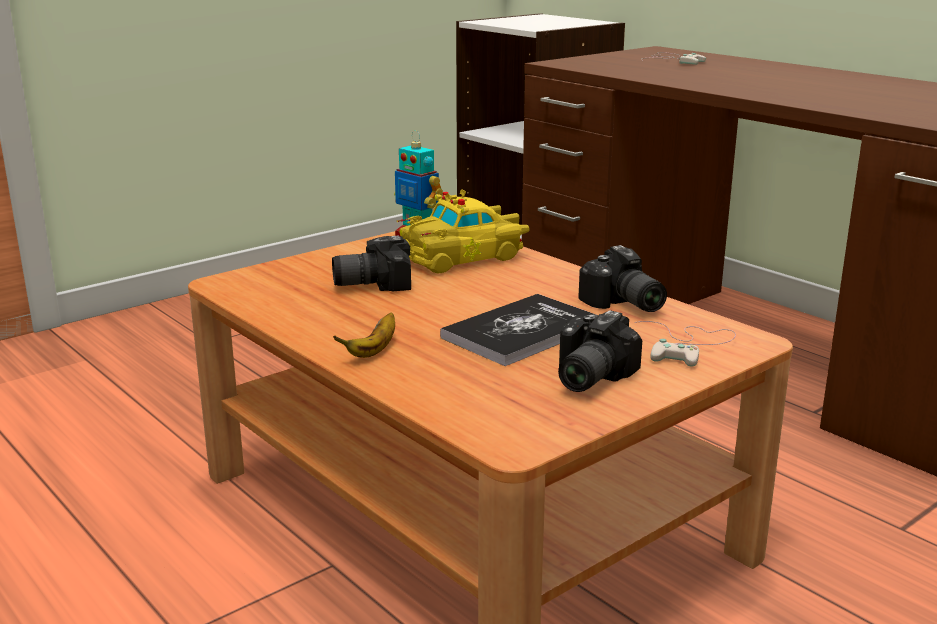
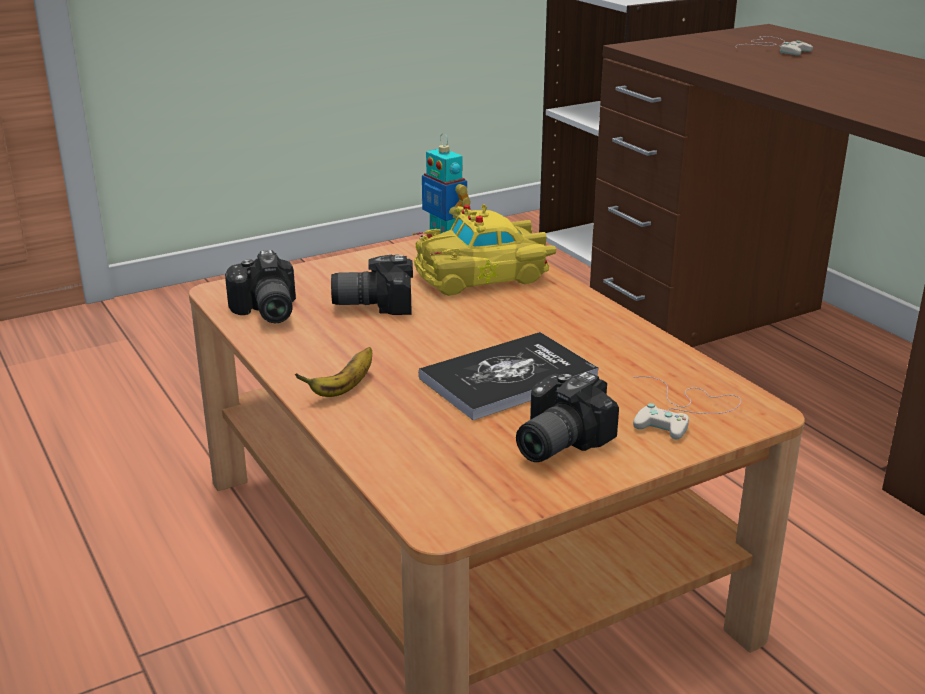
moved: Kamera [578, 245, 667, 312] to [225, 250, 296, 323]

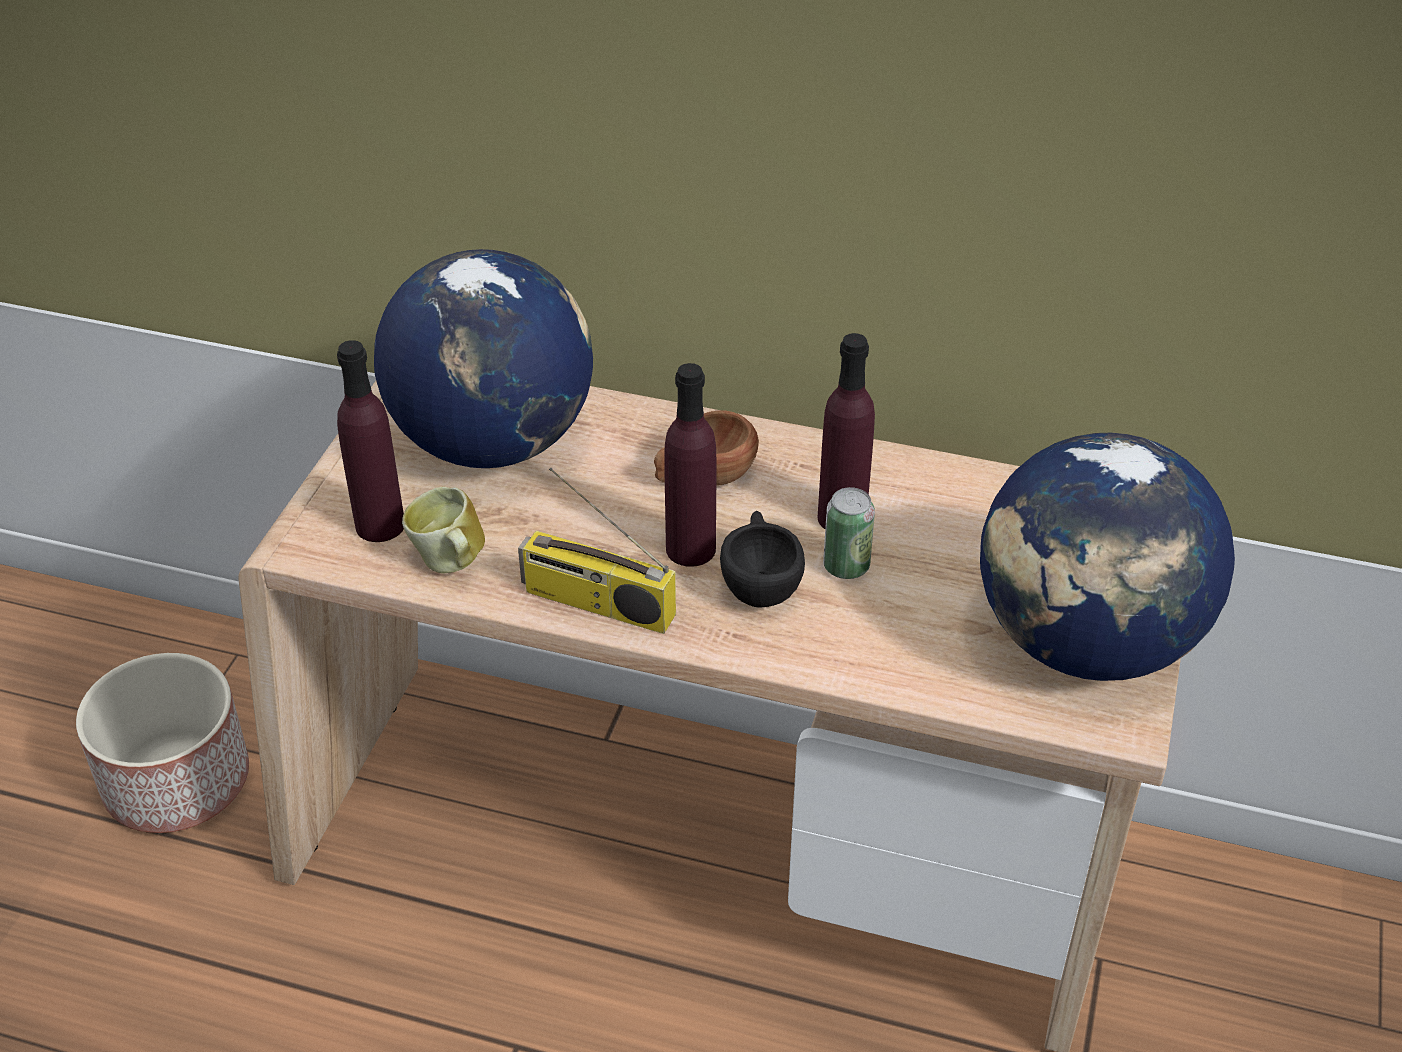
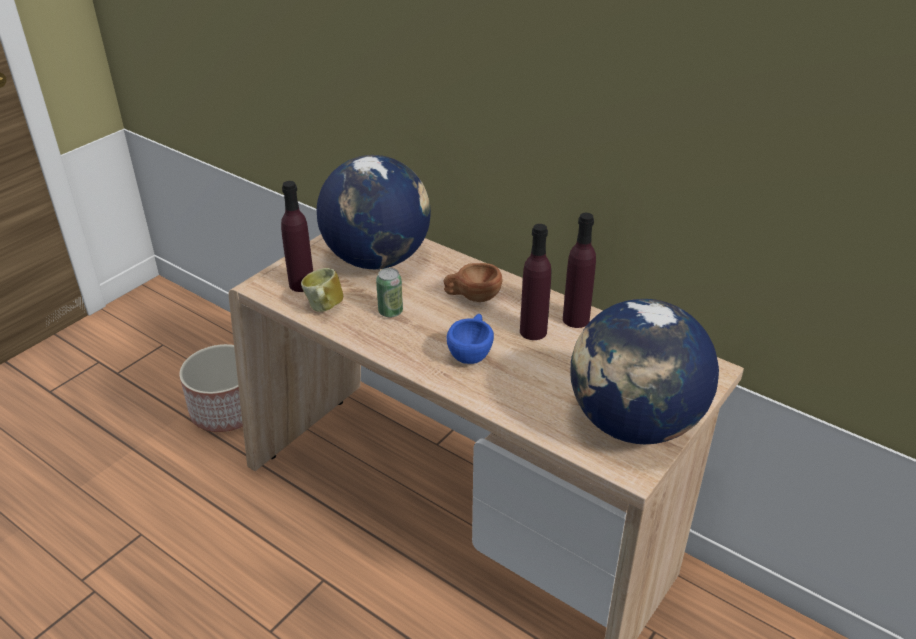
removed: Radio [518, 468, 676, 634]
moved: Flasche (lila) [664, 363, 716, 567] to [563, 213, 596, 328]; Dose [823, 487, 875, 579] to [376, 268, 403, 318]
recoloured: Tasse (schwarz) [720, 511, 805, 608] to Tasse (blau) [447, 314, 494, 364]

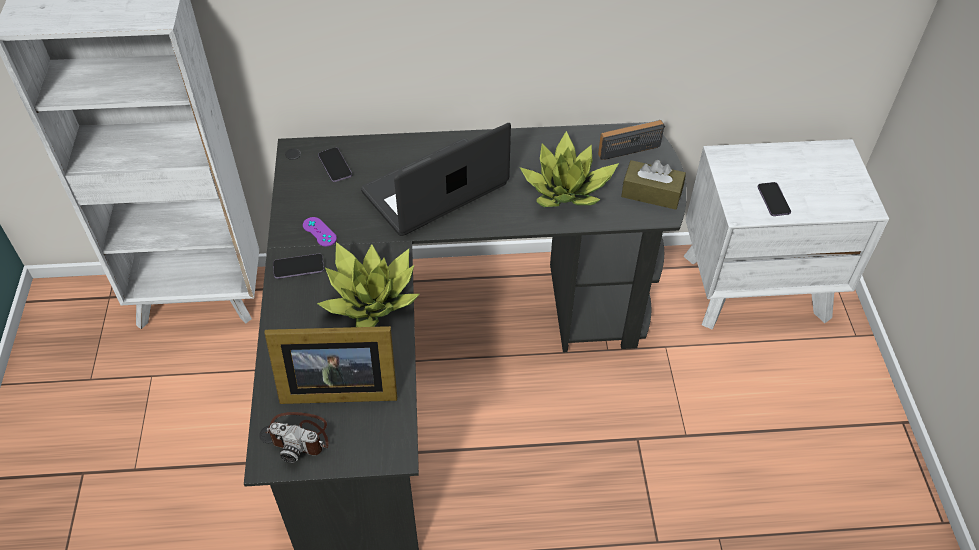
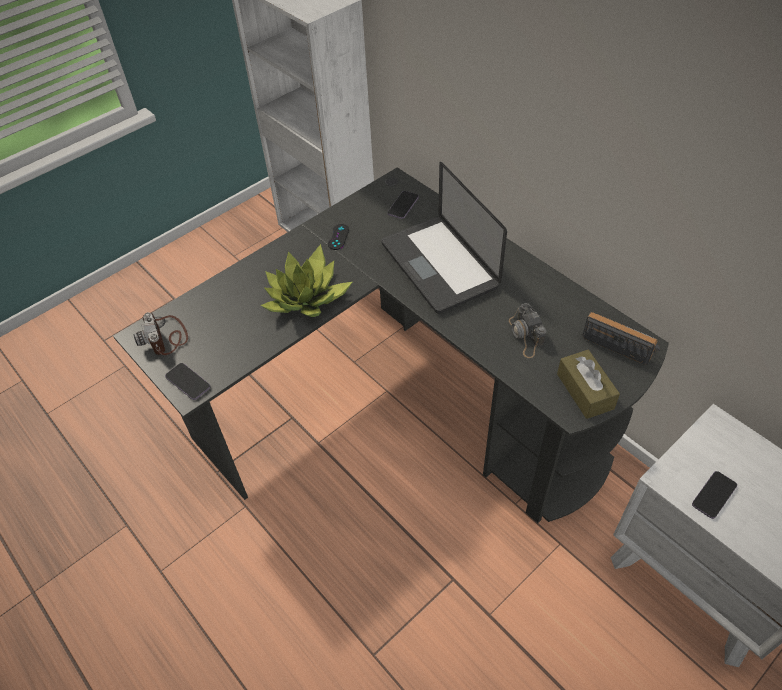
removed: Bilderrahmen [264, 326, 397, 404]
moved: Handy [273, 254, 324, 279] to [165, 363, 210, 400]
replaced: Topfpflanze [520, 131, 619, 207] to Kamera [509, 303, 546, 358]
recoloured: Gamepad (lila) [303, 217, 337, 247] to Gamepad (schwarz) [328, 224, 349, 250]
turned: Laptop [361, 123, 511, 236] = [381, 162, 507, 314] 135 degrees counterclockwise

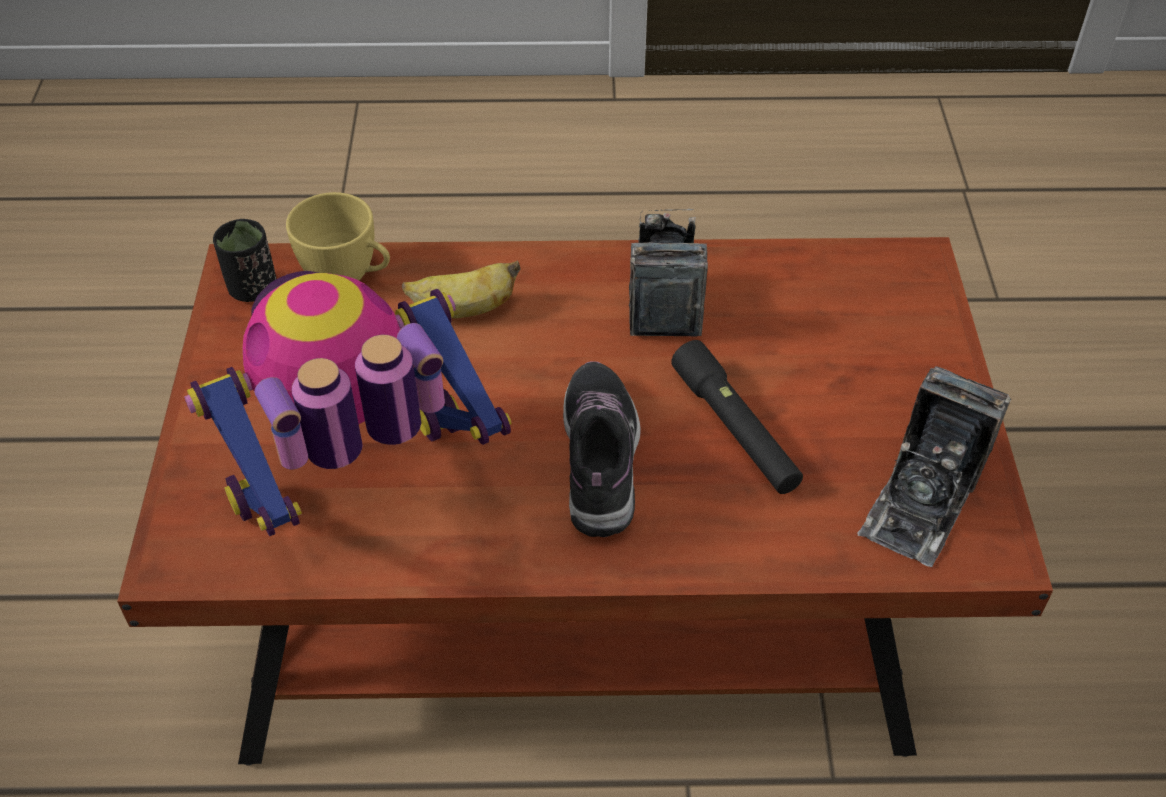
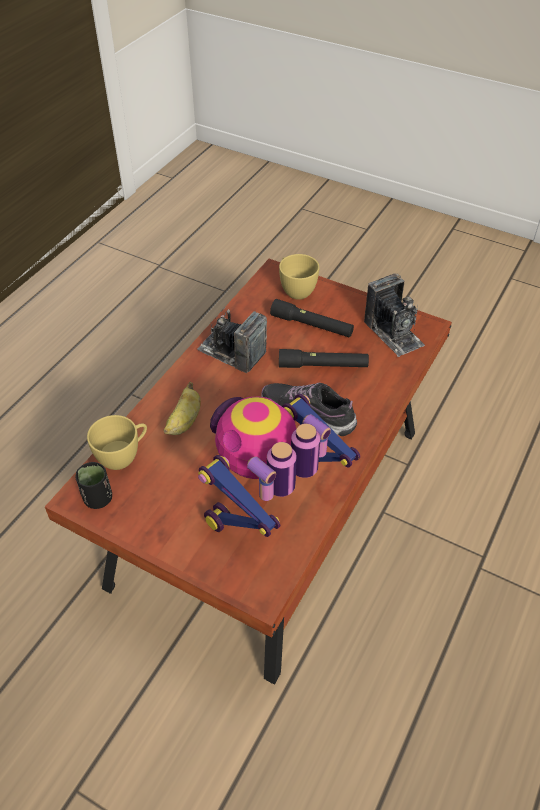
added: Taschenlampe (schwarz) [270, 299, 354, 337]; Tasse (gelb) [279, 254, 319, 300]
turned: Spielzeugroboter [184, 271, 511, 536] = [198, 394, 360, 537] 45 degrees clockwise

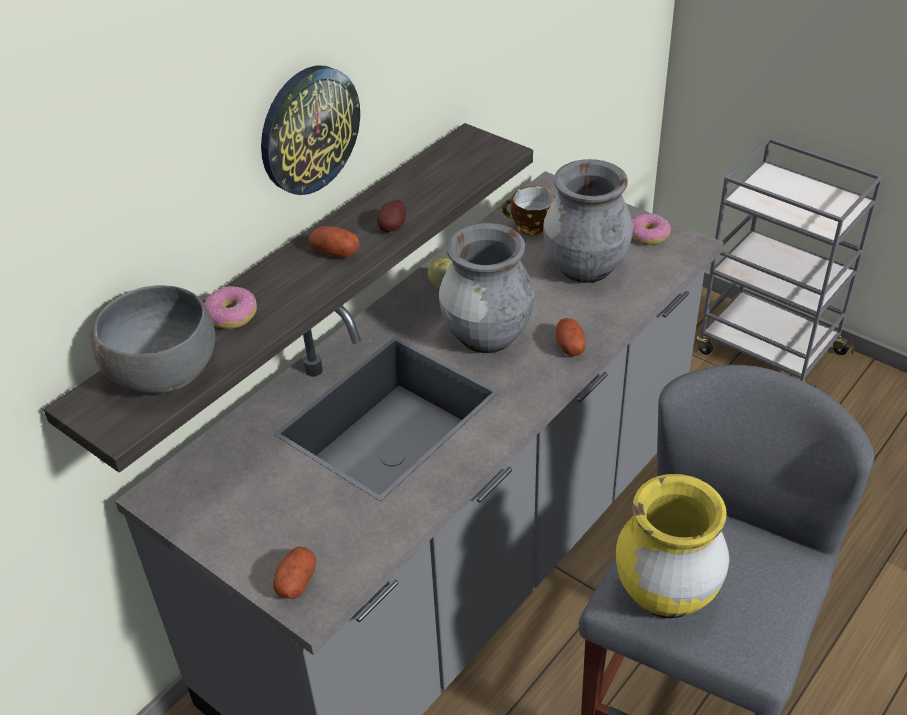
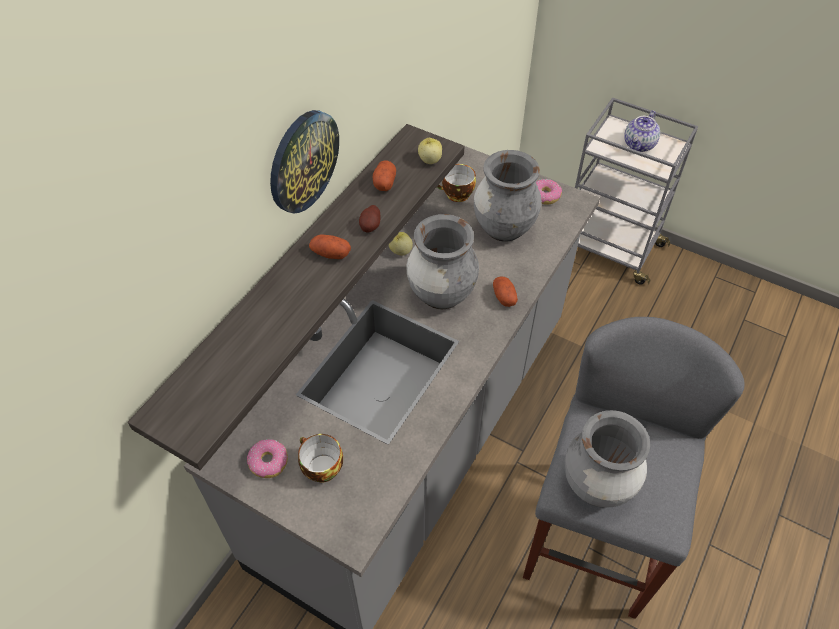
removed: Schüssel (grau) [91, 285, 215, 393]
added: Tasse [298, 434, 343, 482]; Apfel [418, 138, 442, 164]; Teekanne [624, 110, 660, 152]
moved: Donut [204, 286, 257, 329] to [247, 439, 288, 478]; Kartoffel [273, 547, 317, 599] to [373, 160, 396, 191]
recoloured: Vase (gelb) [616, 474, 729, 619] to Vase (grau) [565, 410, 650, 508]

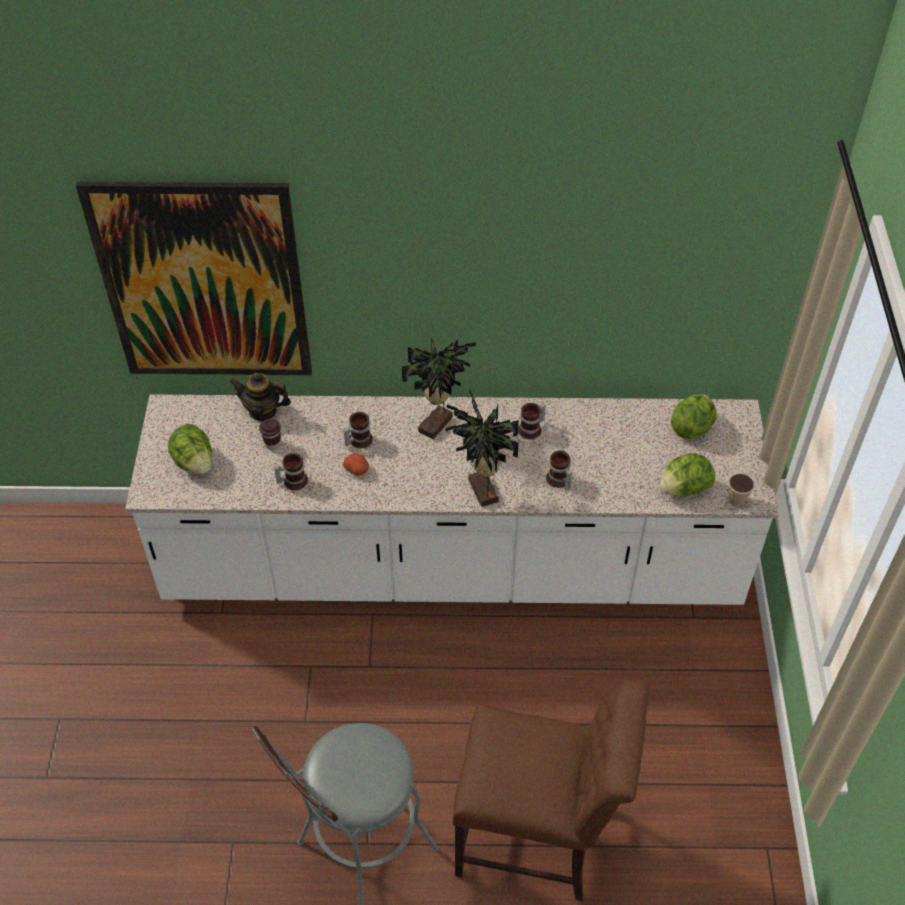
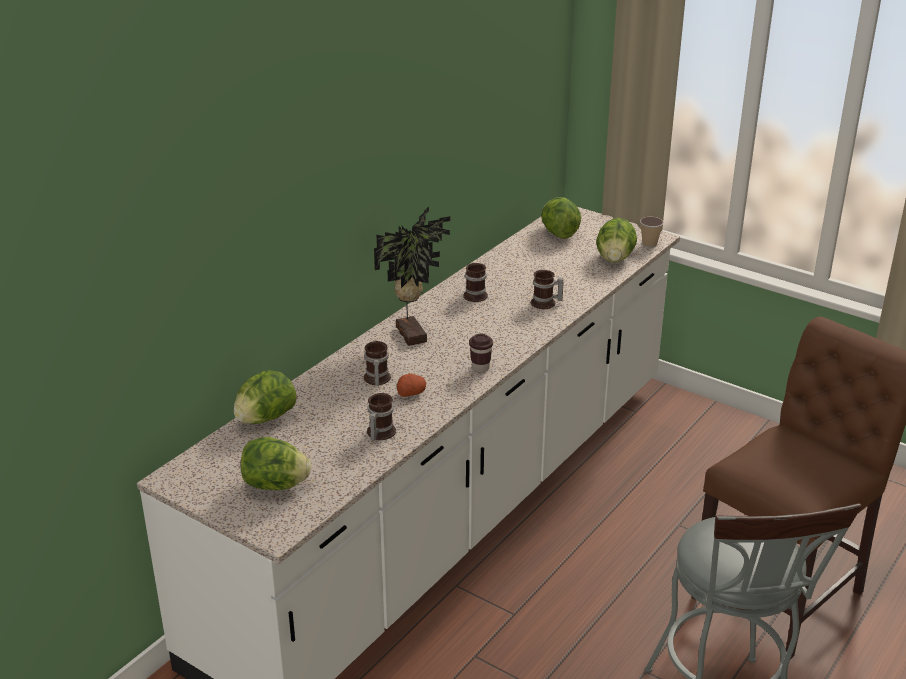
removed: Bild [76, 181, 312, 375]; Topfpflanze [445, 389, 519, 507]
moved: Tasse (braun) [259, 419, 281, 450] to [469, 334, 493, 373]
replaced: Teekanne [229, 373, 291, 421] to Salatkopf [234, 370, 297, 424]

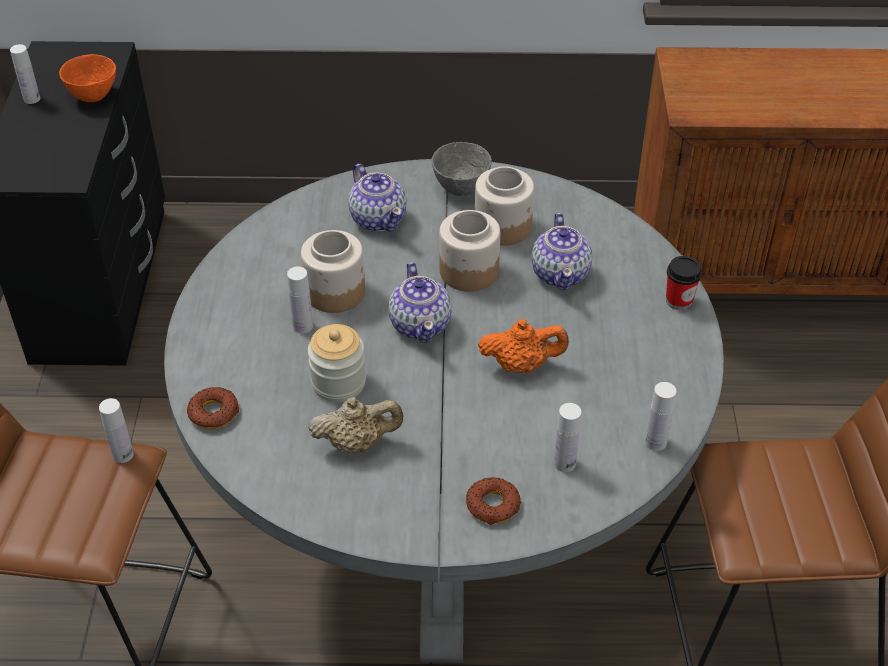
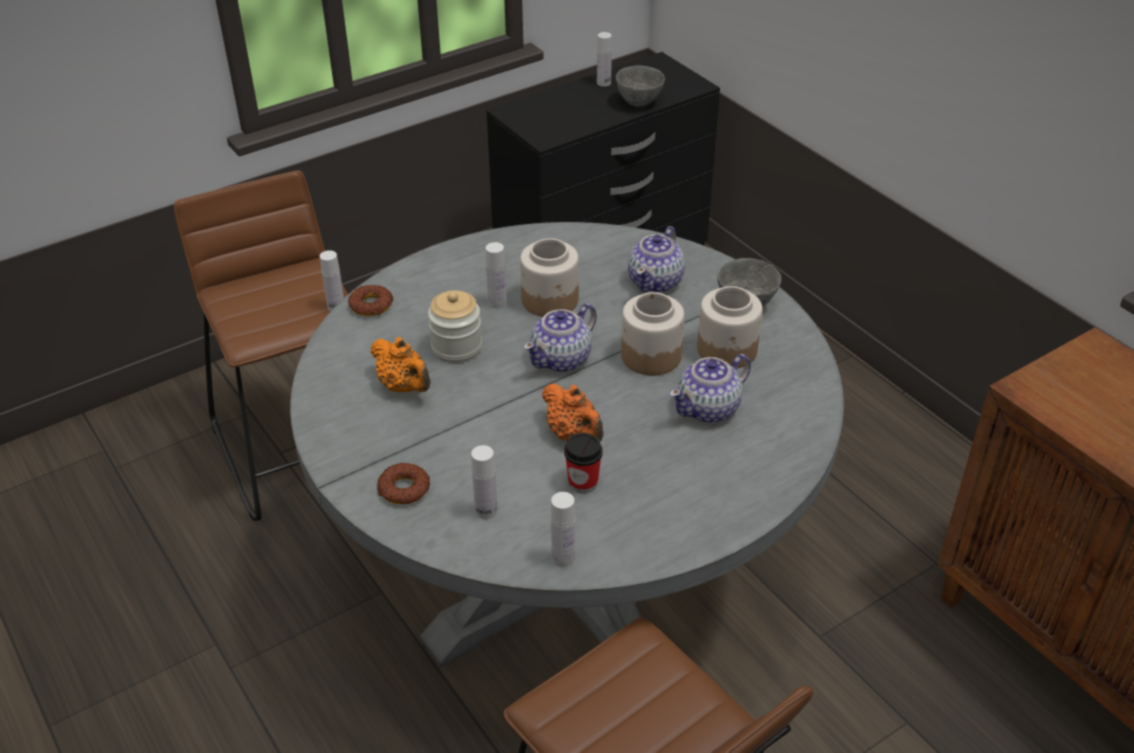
moved: Tasse [666, 256, 702, 310] to [564, 433, 603, 493]
recoloured: Schüssel (orange) [59, 54, 116, 102] to Schüssel (grau) [616, 66, 665, 107]; Teekanne (beige) [308, 397, 404, 453] to Teekanne (orange) [370, 337, 430, 392]

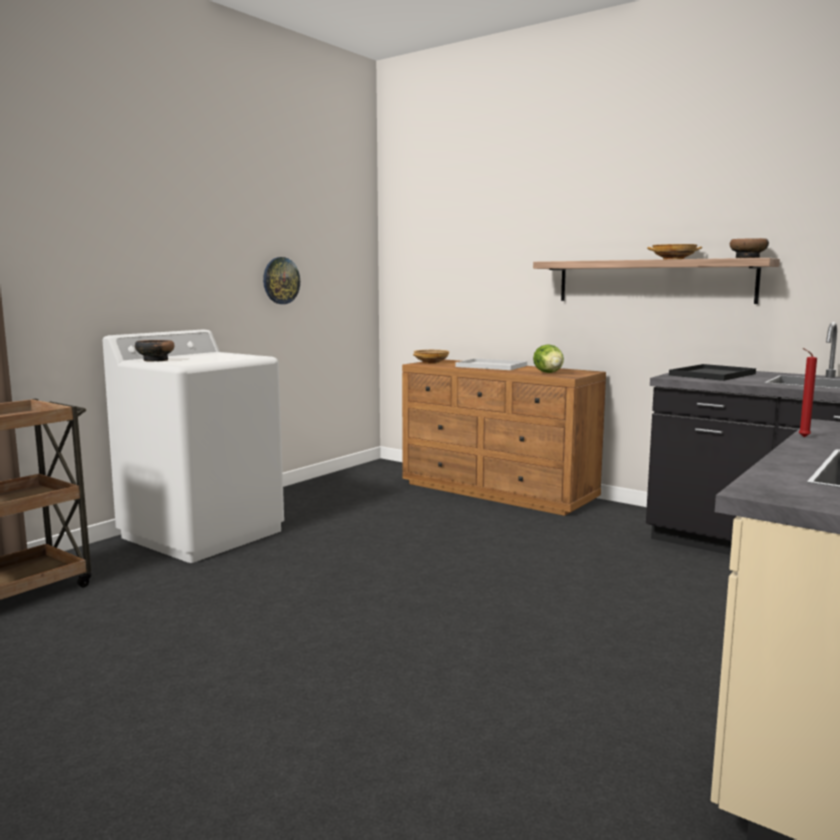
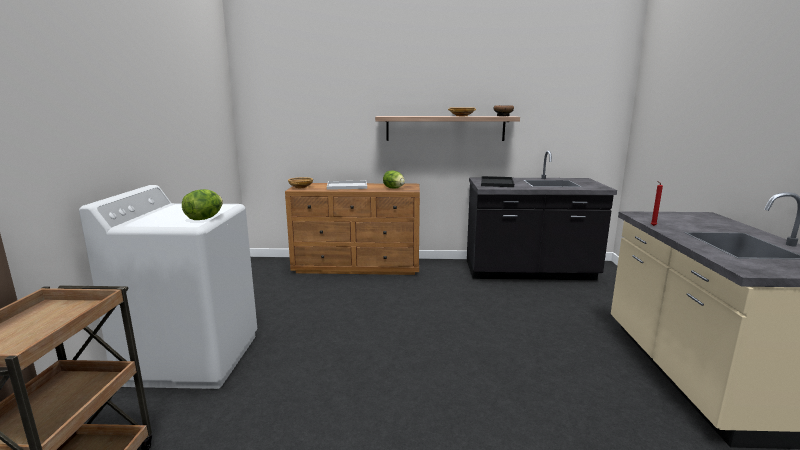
removed: Schüssel [135, 340, 175, 361]; Wanduhr [263, 257, 300, 304]
added: Salatkopf [182, 189, 223, 220]

